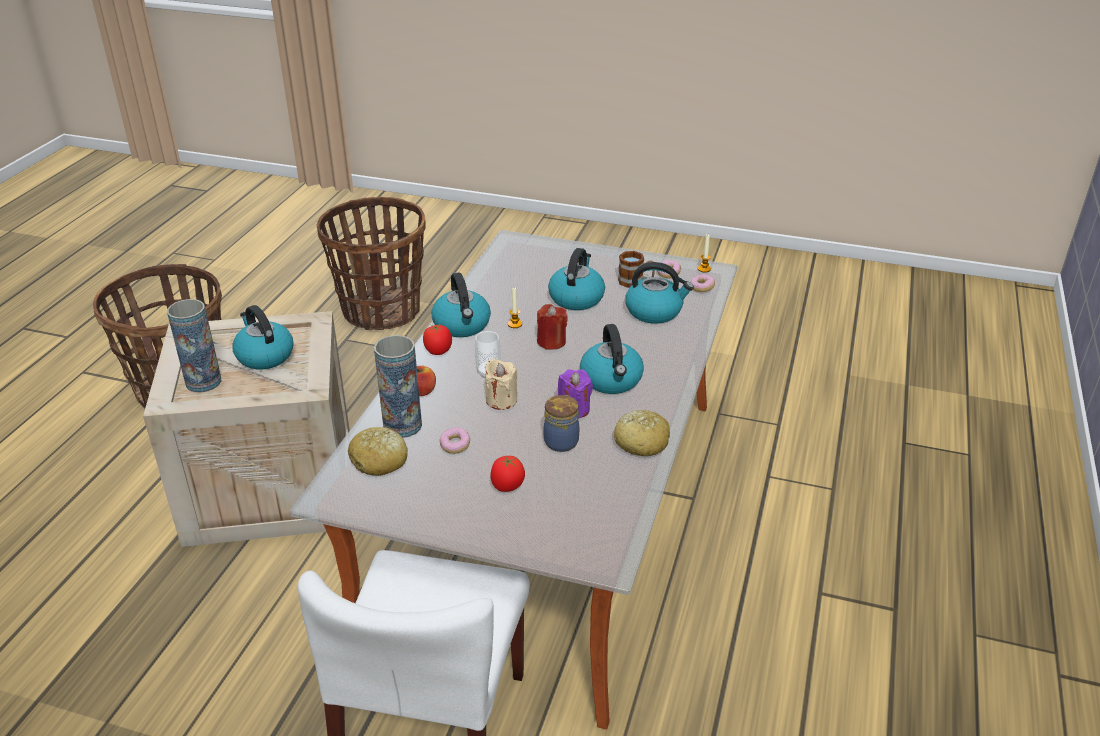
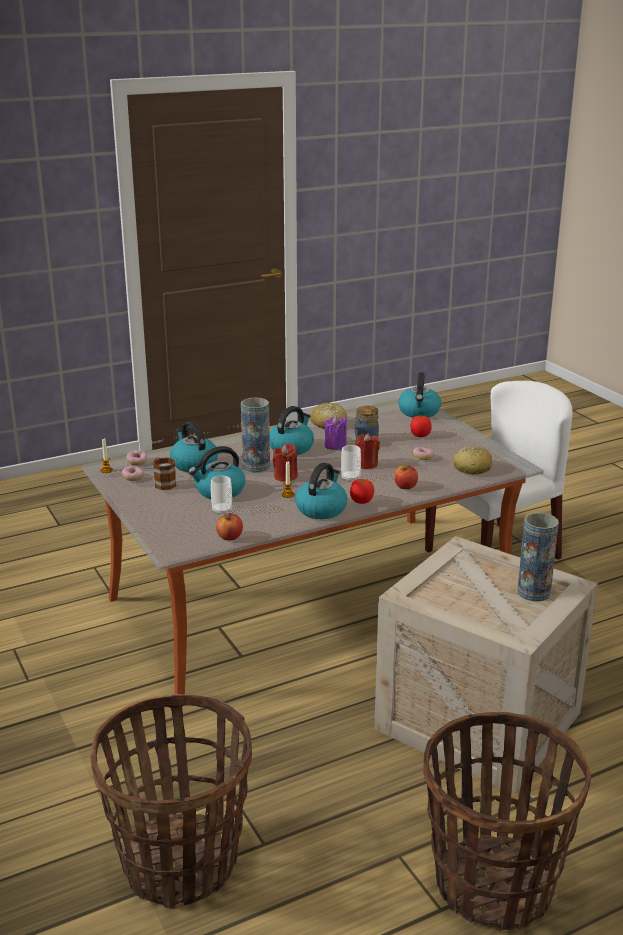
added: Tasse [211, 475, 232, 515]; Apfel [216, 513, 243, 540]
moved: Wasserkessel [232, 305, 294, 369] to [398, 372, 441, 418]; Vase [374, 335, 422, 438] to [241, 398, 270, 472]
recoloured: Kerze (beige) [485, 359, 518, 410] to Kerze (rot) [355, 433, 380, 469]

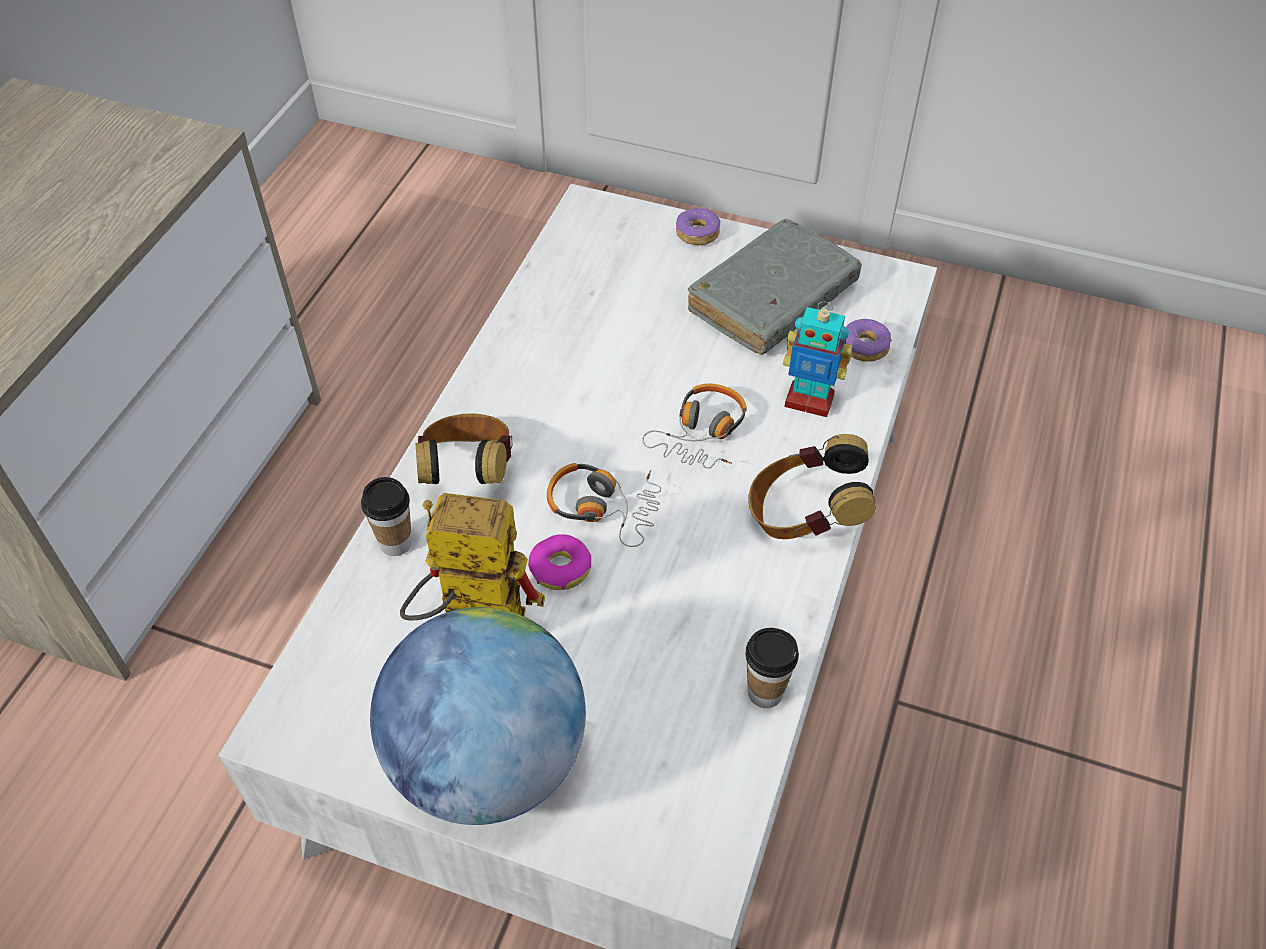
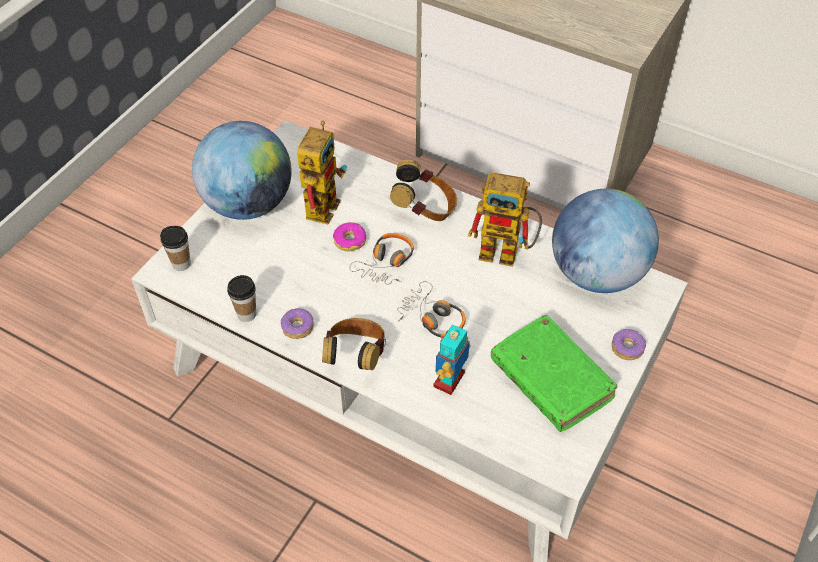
added: Spielzeugroboter [468, 172, 542, 267]; Globus [552, 189, 659, 293]
moved: Tasse [361, 477, 412, 556] to [160, 226, 191, 271]; Donut [845, 319, 892, 362] to [281, 308, 314, 339]
recoloured: Buch (grau) [688, 219, 862, 355] to Buch (grün) [491, 315, 617, 432]

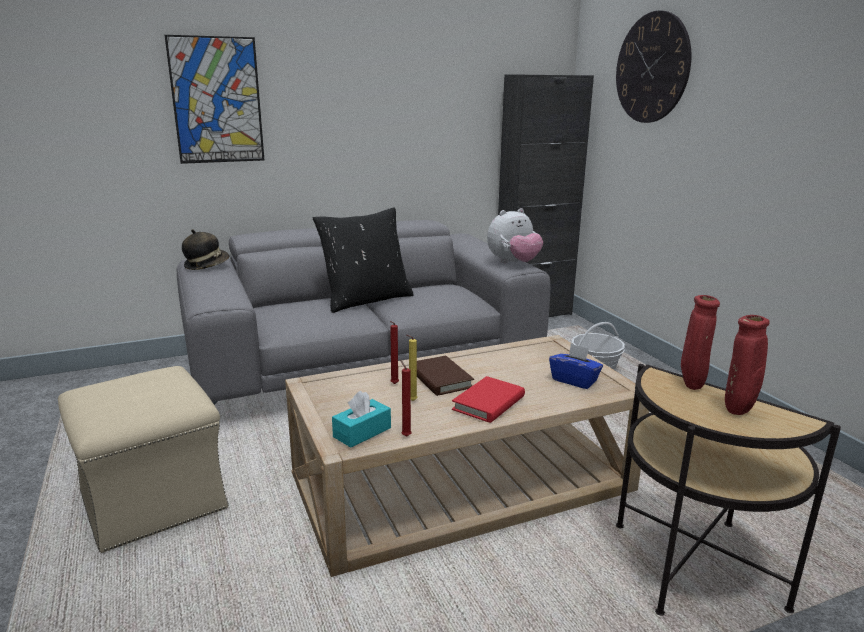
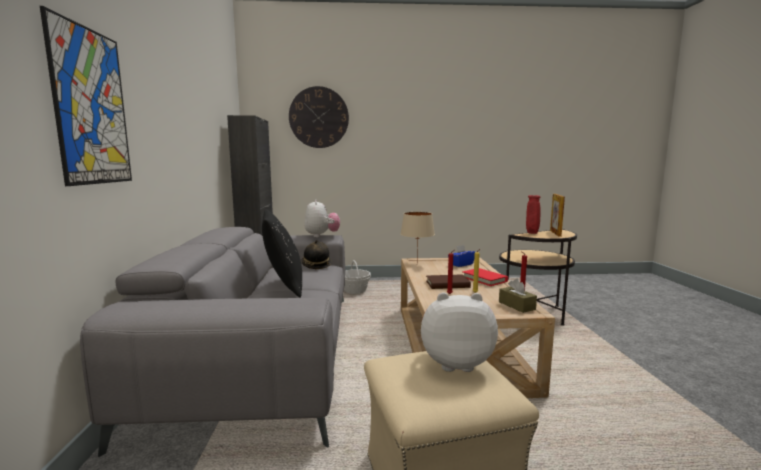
added: Tischlampe (beige) [401, 212, 435, 255]; Plüschtier [421, 293, 498, 372]
moved: Hut [182, 229, 229, 270] to [301, 240, 332, 269]
replaced: Vase (rot) [725, 315, 769, 415] to Bilderrahmen [550, 194, 565, 237]
recoloured: Taschentuchbox (türkis) [332, 391, 391, 448] to Taschentuchbox (braun) [499, 278, 537, 313]

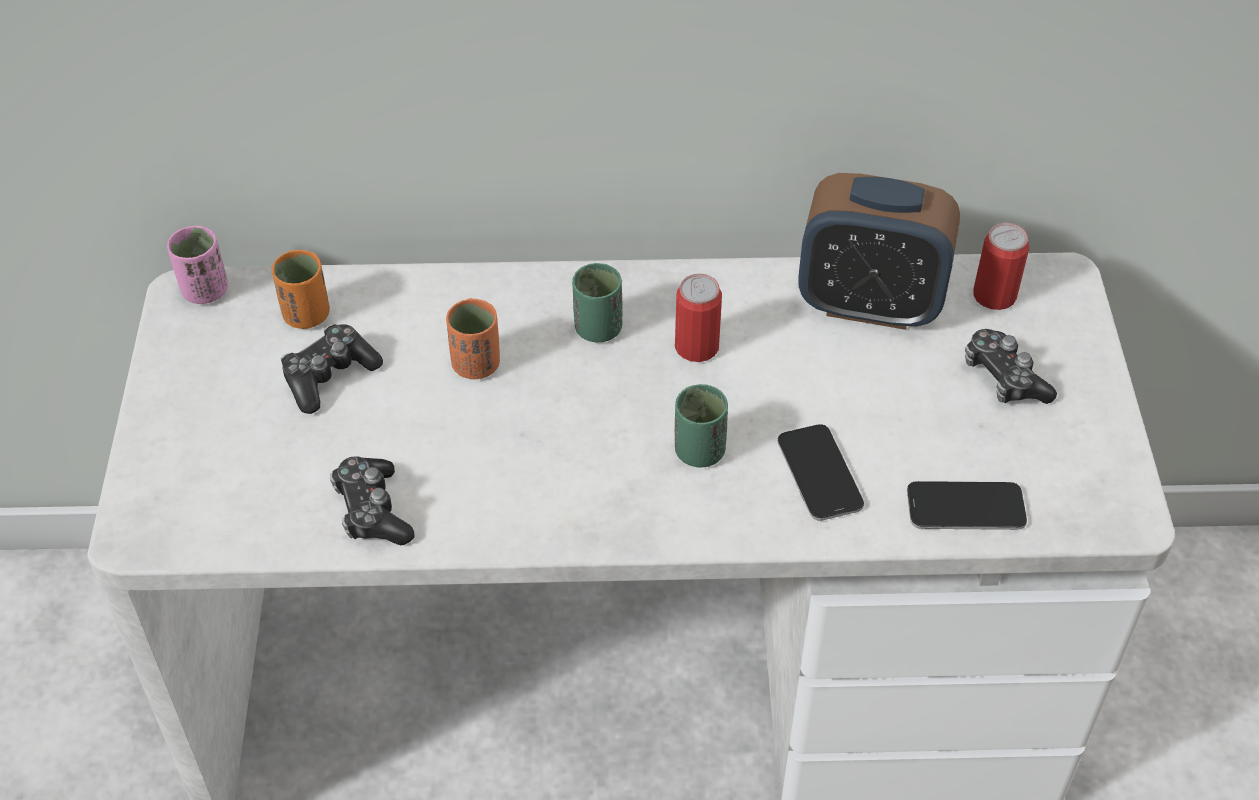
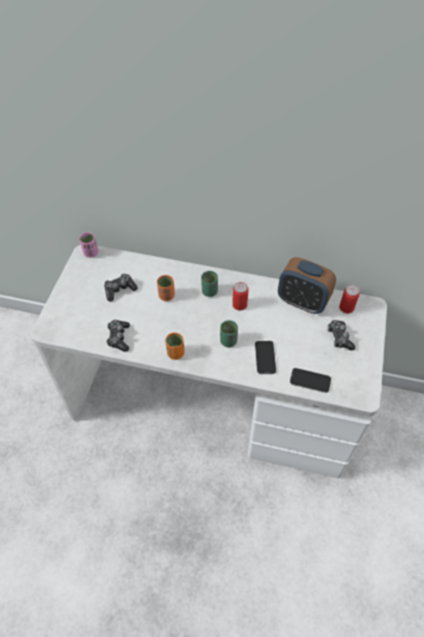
moved: Tasse (orange) [272, 250, 330, 329] to [165, 333, 184, 360]

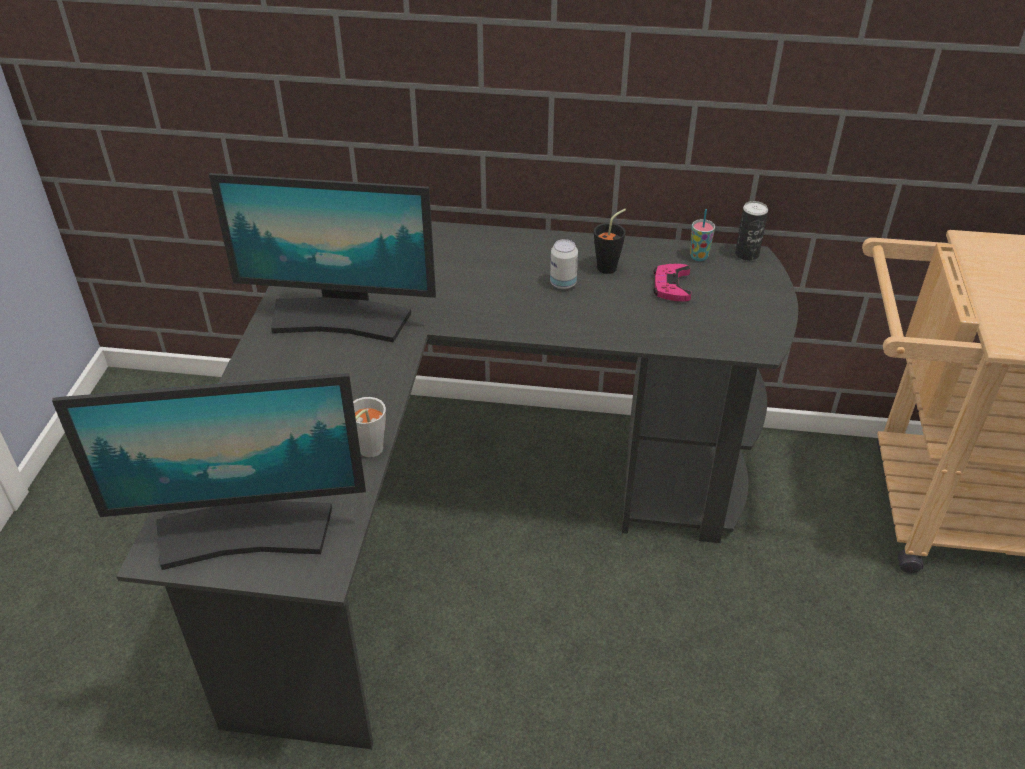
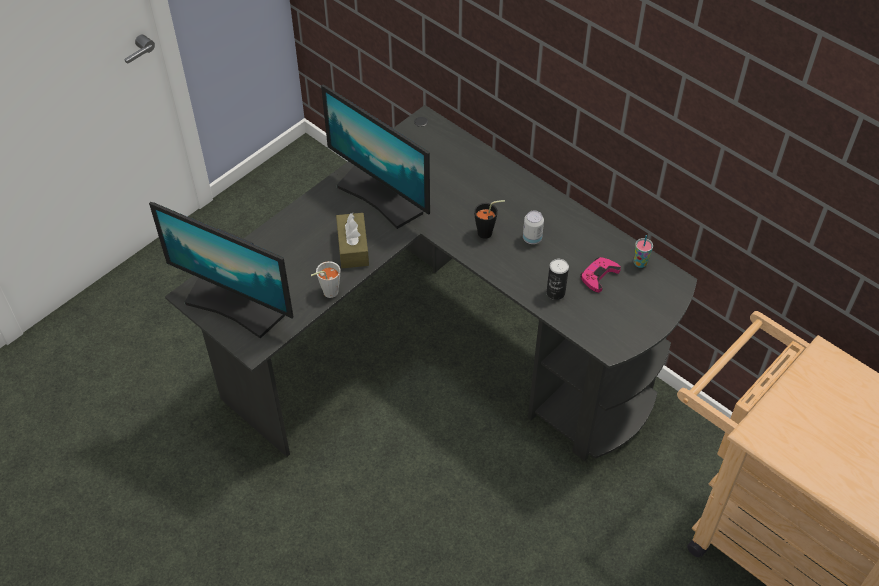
added: Taschentuchbox (braun) [336, 213, 369, 268]
moved: Tasse (schwarz) [594, 209, 626, 274] to [474, 200, 505, 239]; Dose [735, 201, 768, 261] to [546, 259, 569, 300]

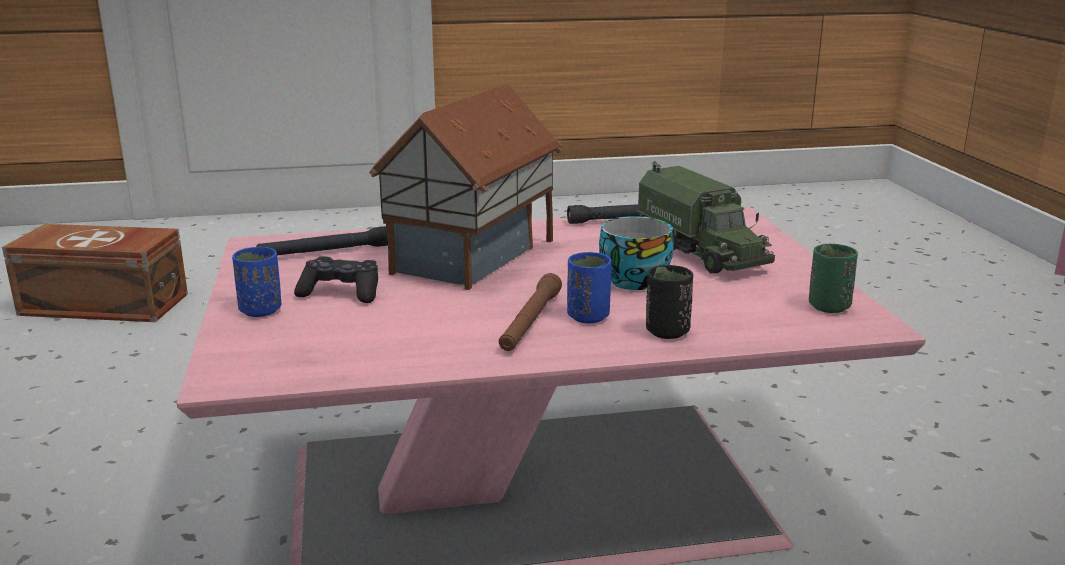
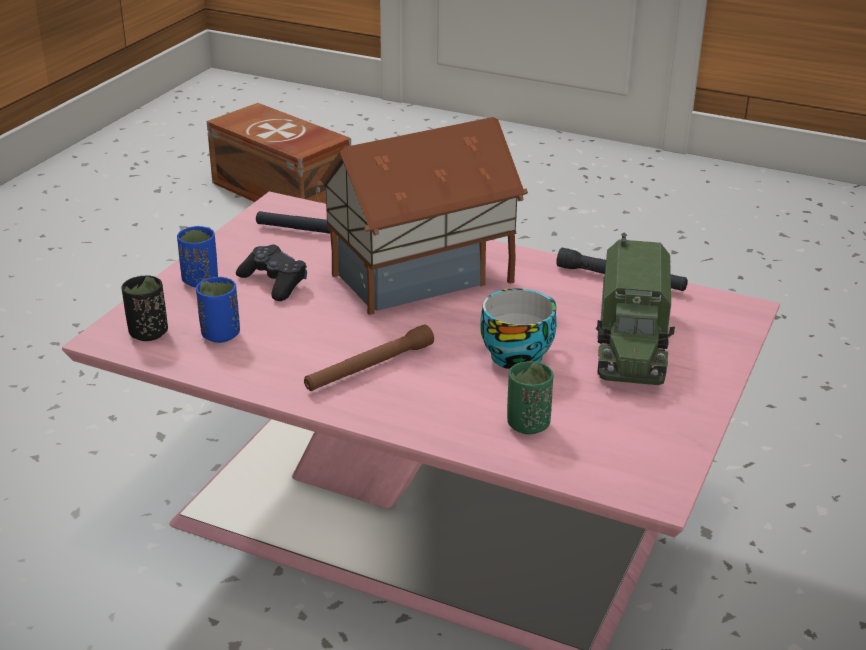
moved: Tasse (blau) [567, 252, 612, 323] to [196, 277, 240, 343]; Tasse (schwarz) [646, 265, 693, 339] to [122, 275, 168, 341]; Tasse (grün) [809, 244, 858, 313] to [507, 361, 553, 434]

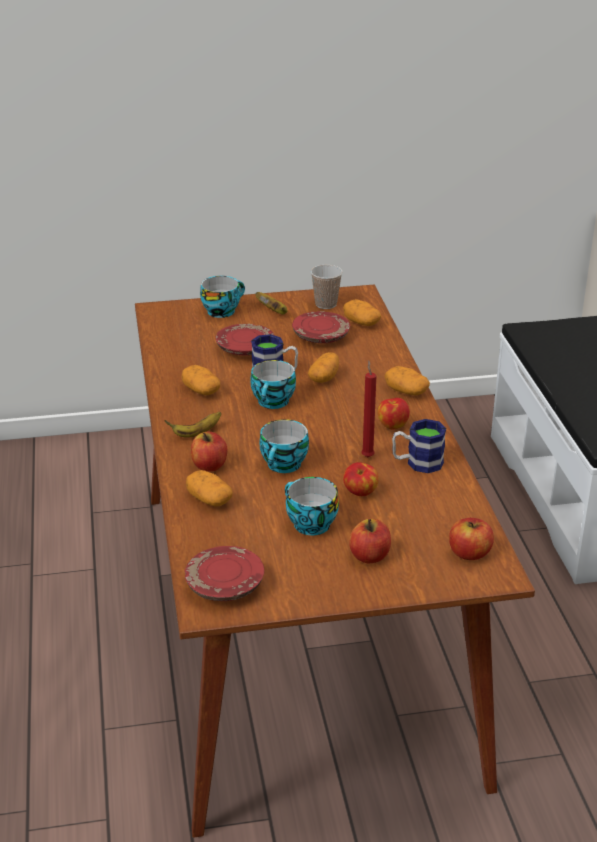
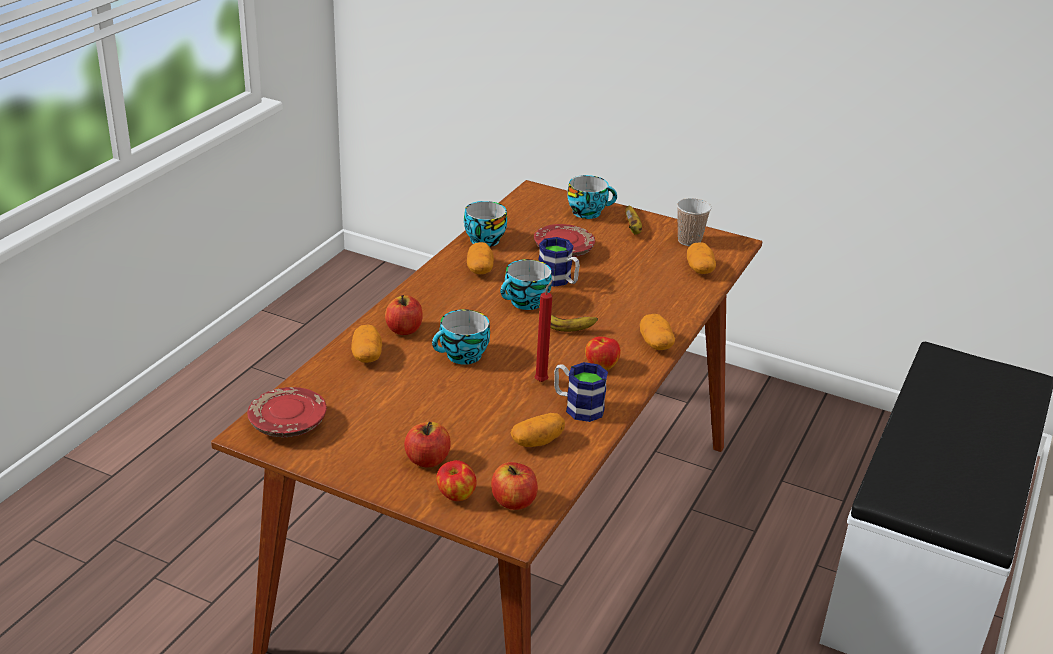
removed: Teller (rot) [292, 311, 350, 343]
moved: Banane [164, 412, 221, 437] to [539, 305, 598, 332]; Tasse [285, 477, 339, 535] to [464, 201, 507, 247]; Kartoffel [308, 352, 339, 383] to [511, 413, 565, 447]; Apfel [343, 462, 379, 496] to [436, 460, 477, 501]

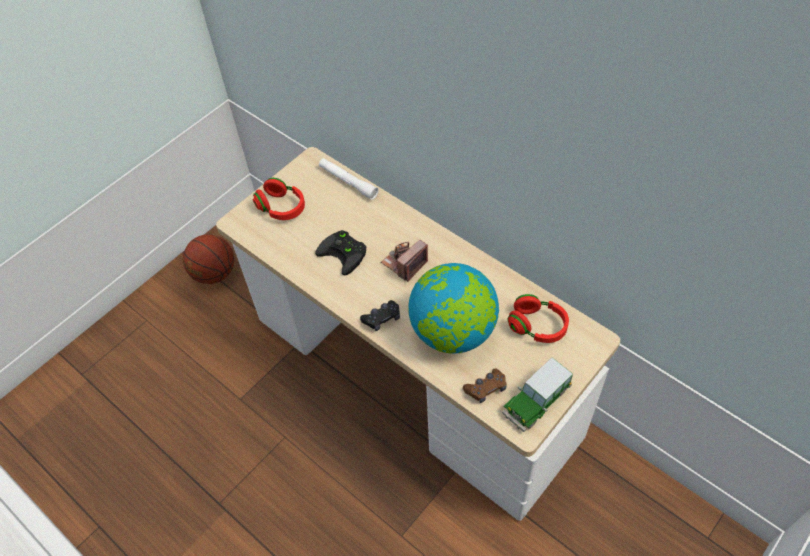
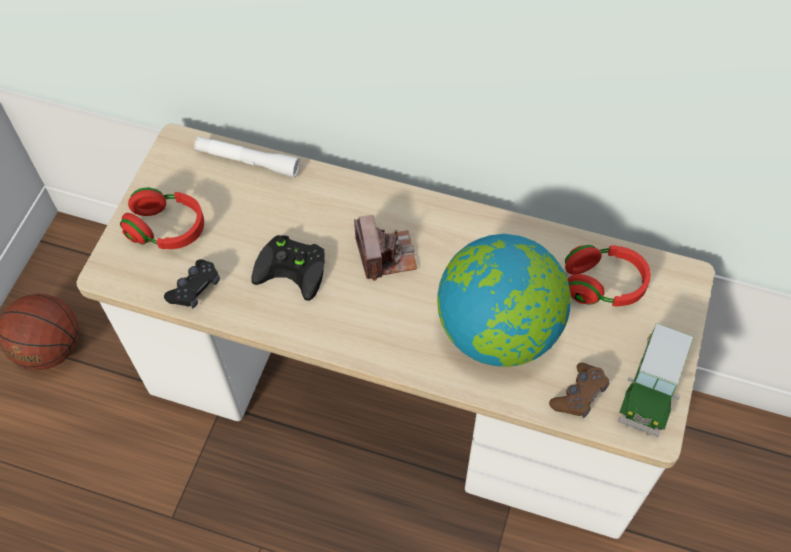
moved: Gamepad (schwarz) [360, 300, 400, 331] to [164, 259, 220, 308]
turned: Kamera [381, 240, 428, 282] = [354, 215, 417, 281] 150 degrees clockwise

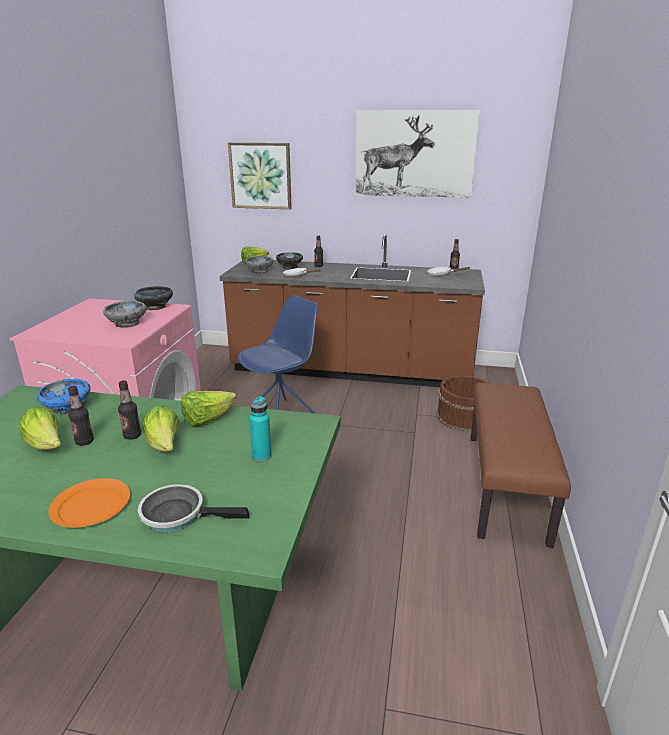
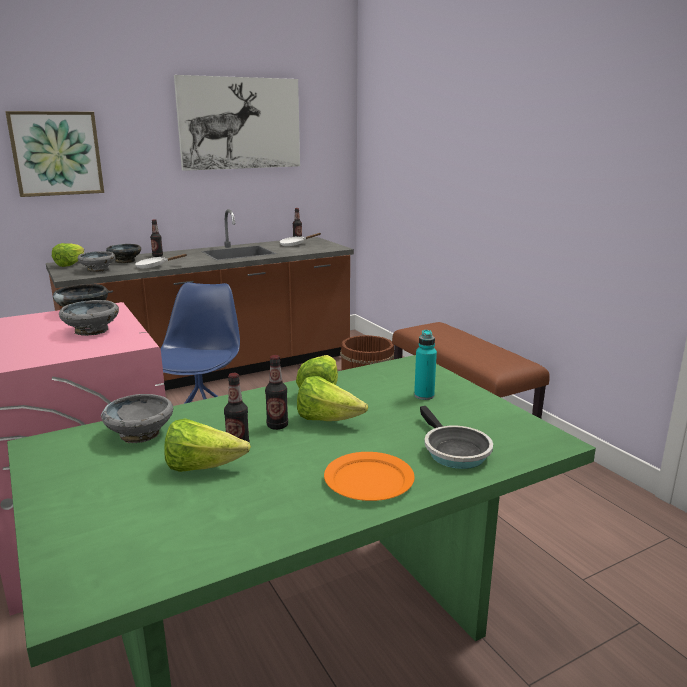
recoloured: Schüssel (blau) [36, 379, 91, 414] to Schüssel (grau) [101, 394, 173, 443]
turned: Pfanne [138, 484, 250, 532] = [420, 406, 493, 469] 75 degrees counterclockwise

